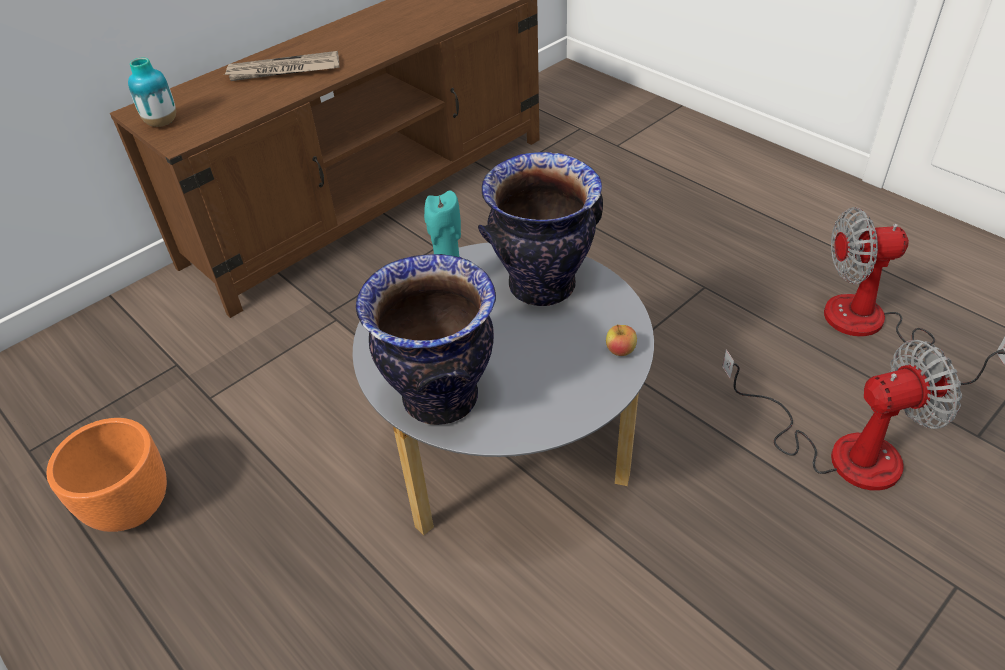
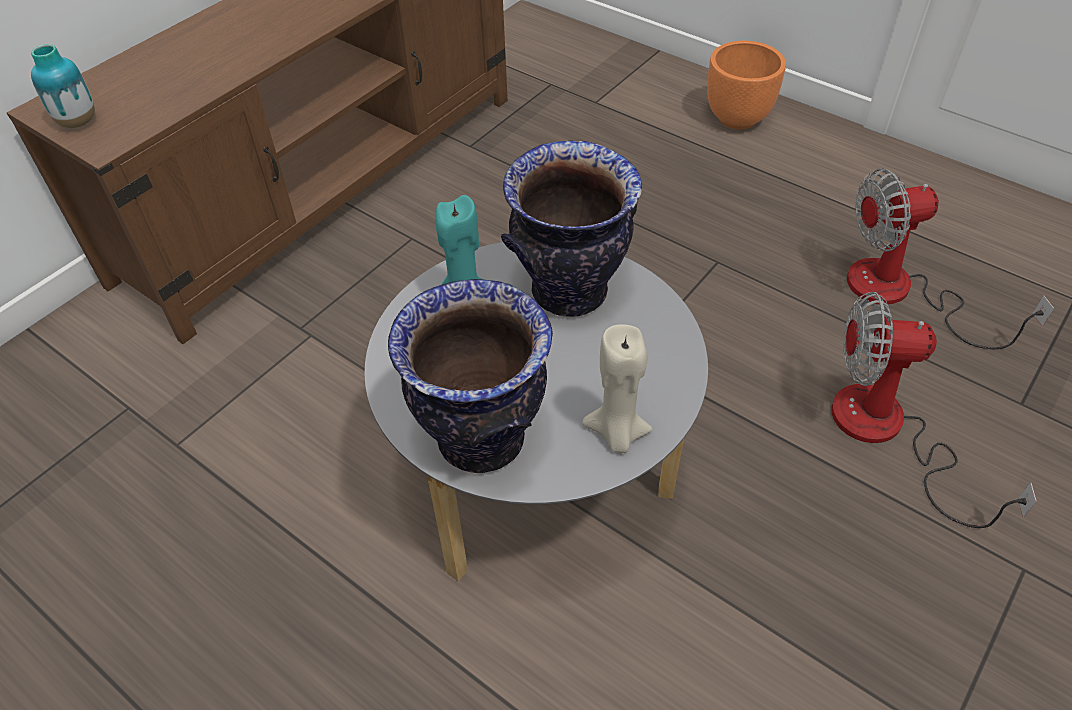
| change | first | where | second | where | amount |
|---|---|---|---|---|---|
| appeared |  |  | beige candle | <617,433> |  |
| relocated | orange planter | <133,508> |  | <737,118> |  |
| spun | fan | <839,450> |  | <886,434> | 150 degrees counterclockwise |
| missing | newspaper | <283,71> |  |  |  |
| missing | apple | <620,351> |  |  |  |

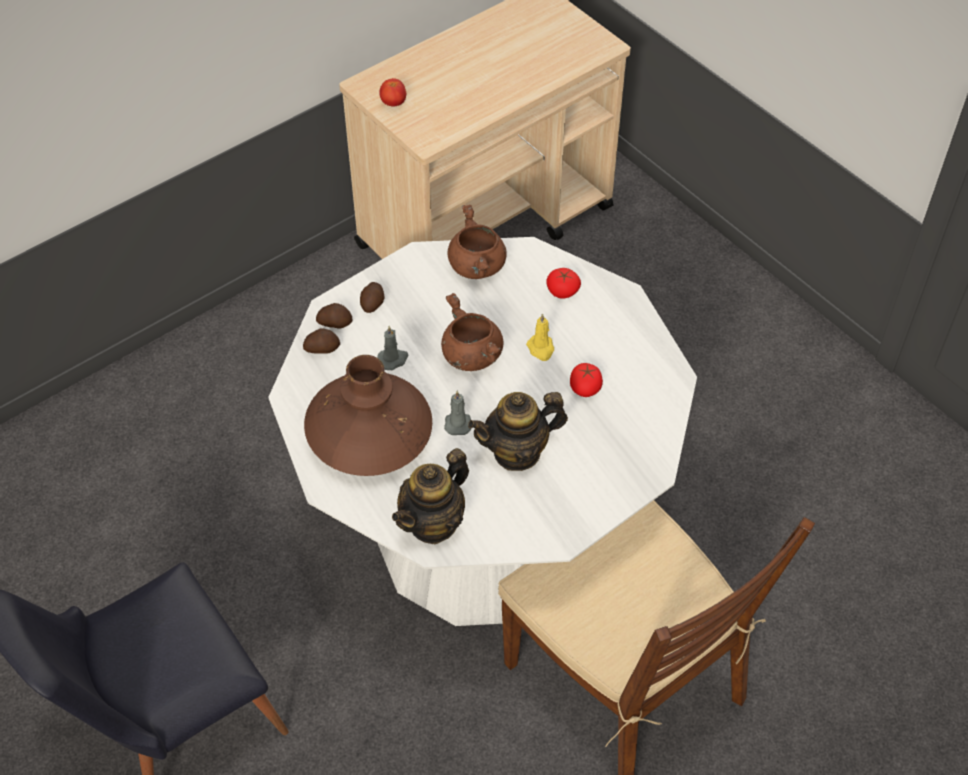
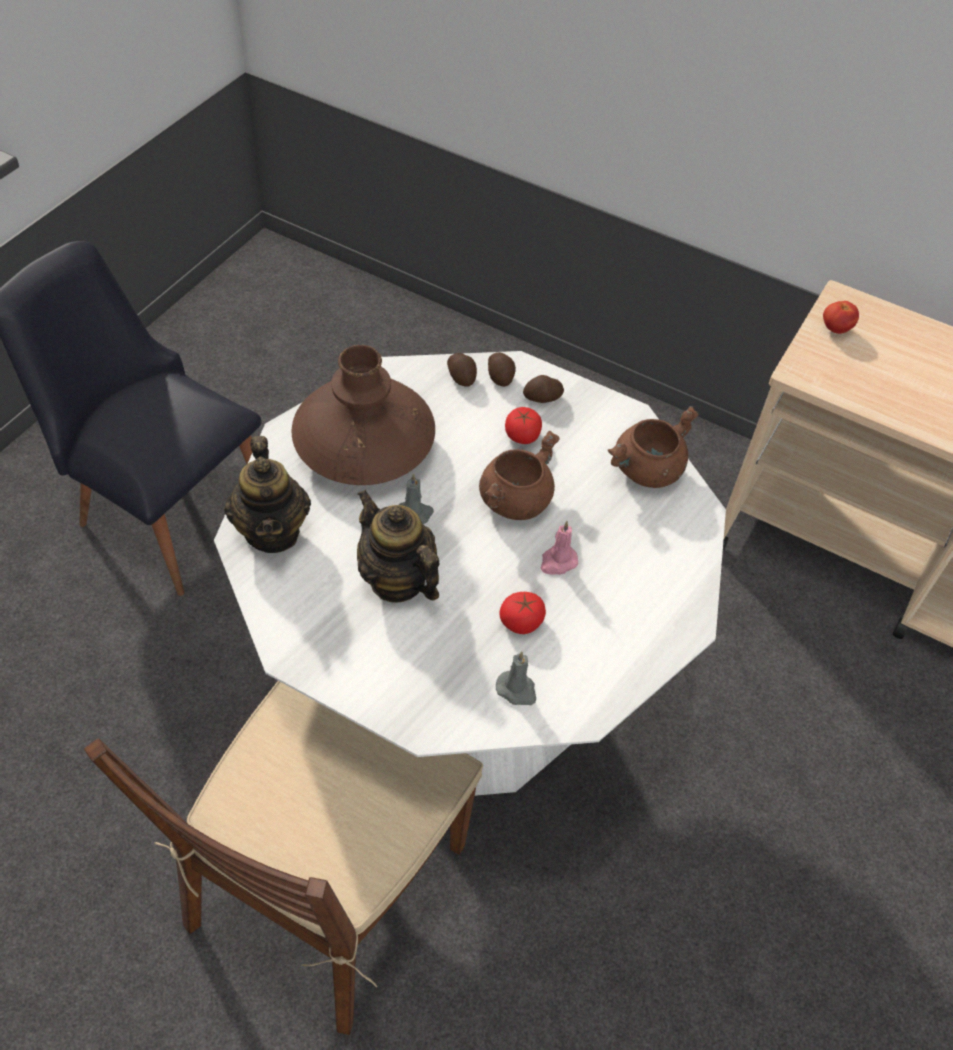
| change | first | where | second | where | amount |
|---|---|---|---|---|---|
| spun | teapot | <433,523> |  | <272,531> | 120 degrees counterclockwise |
| relocated | grey candle | <393,359> |  | <517,690> |  |
| relocated | tomato | <562,291> |  | <522,435> |  |
| colour | yellow candle | <541,349> | pink candle | <557,562> |  |

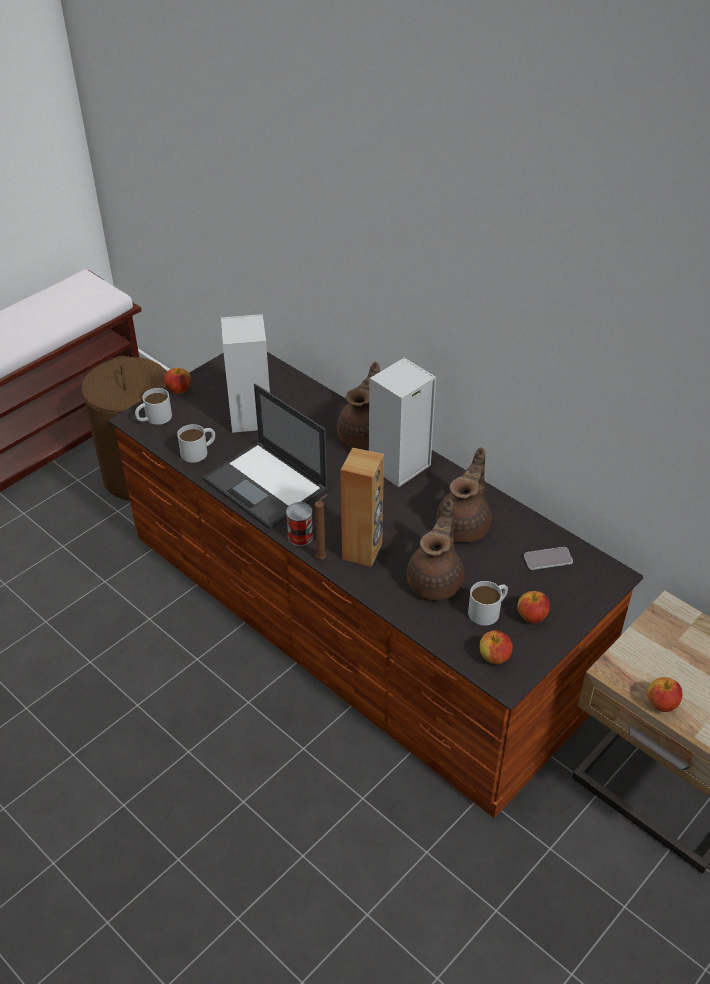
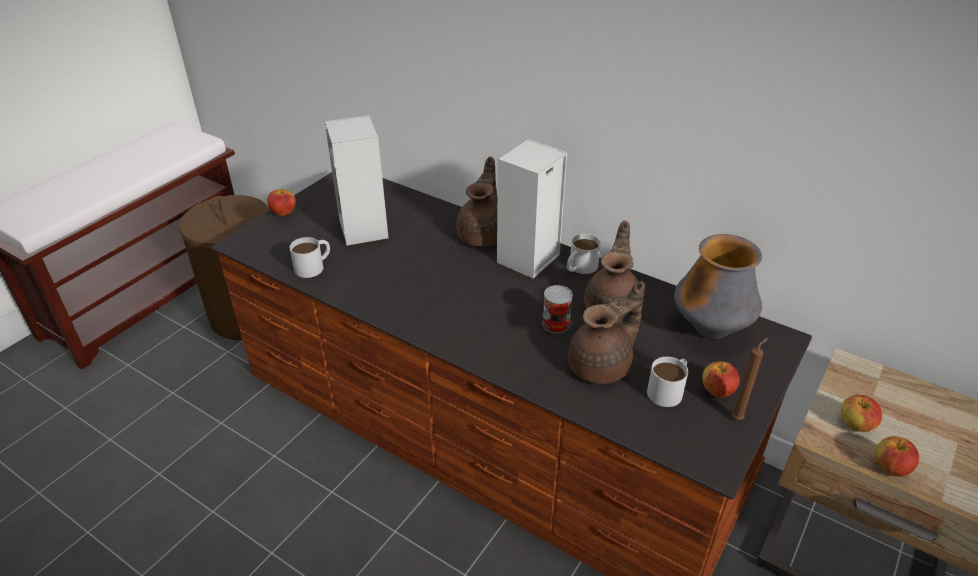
| change | first | where | second | where | amount |
|---|---|---|---|---|---|
| relocated | can | <300,536> |  | <556,324> |  |
| relocated | white mug | <154,418> |  | <579,268> |  |
| spun | brown teapot | <436,580> |  | <602,365> | 45 degrees clockwise |
| exchanged | phone | <548,559> | vase | <710,330> |  |
| relocated | brown candle | <323,558> |  | <738,417> |  |
| relocated | apple | <494,657> |  | <855,425> |  |
| missing | laptop | <267,485> |  |  |  |
| missing | brown speaker | <362,551> |  |  |  |

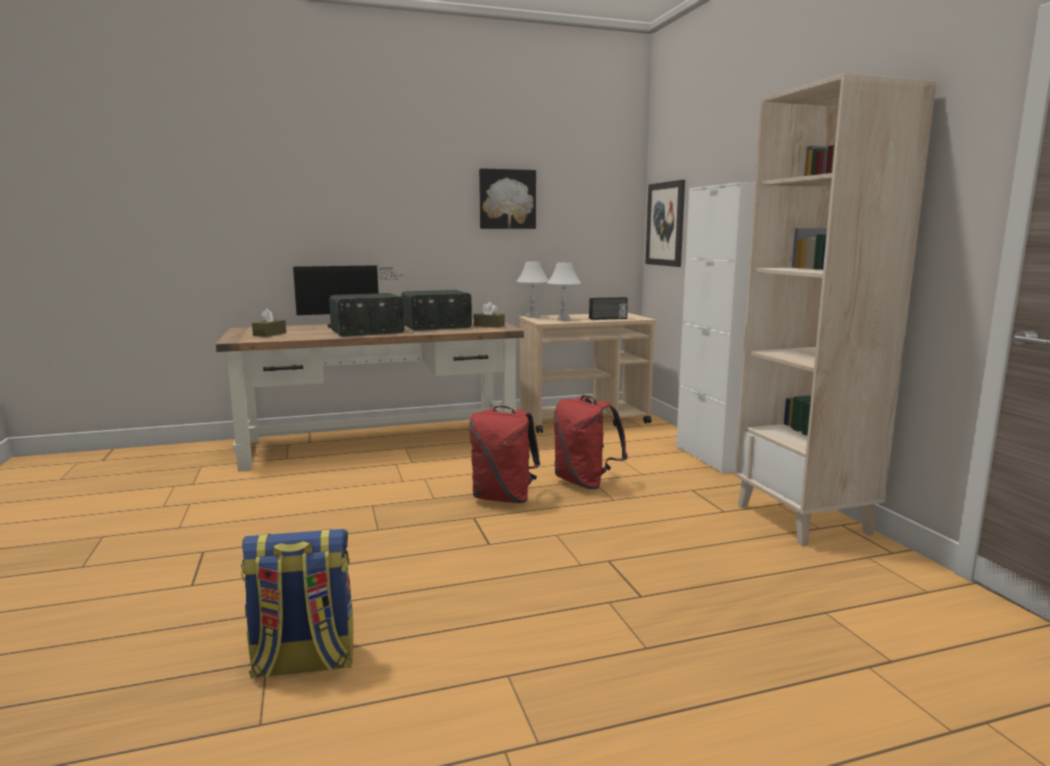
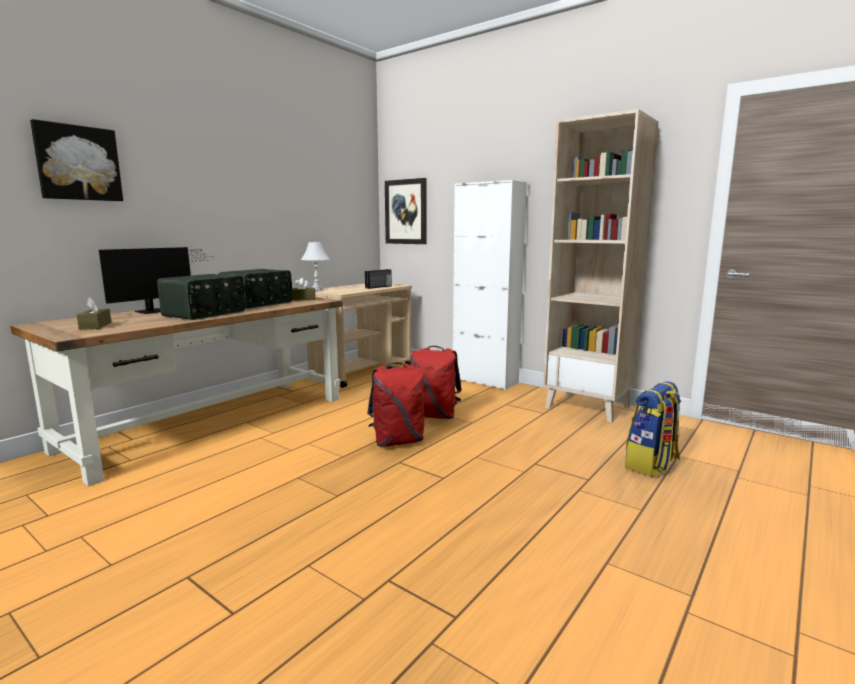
| change | first | where | second | where | amount |
|---|---|---|---|---|---|
| relocated | picture | <507,199> |  | <78,163> |  |
| relocated | backpack | <303,662> |  | <652,465> |  |
| missing | white table lamp | <563,319> |  |  |  |

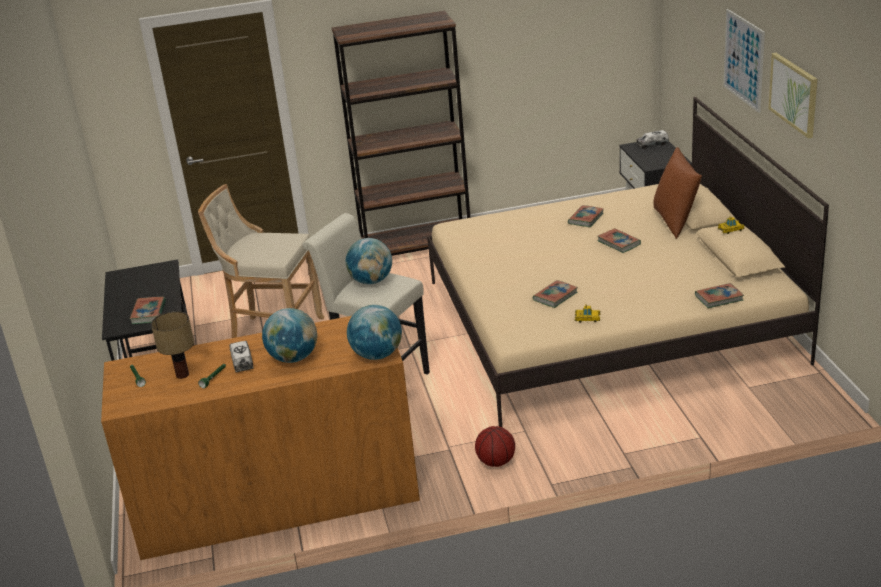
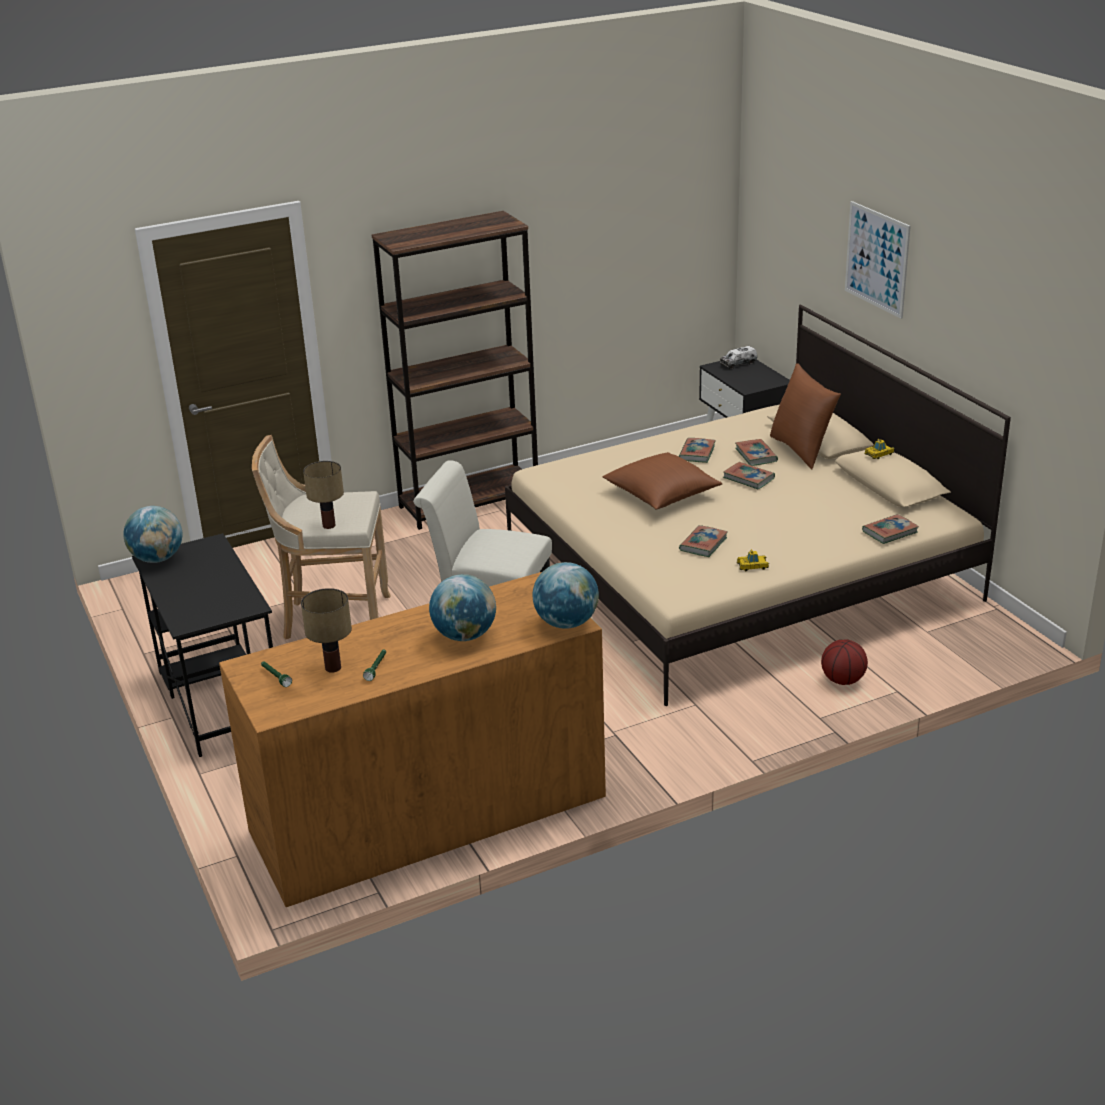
| change | first | where | second | where | amount |
|---|---|---|---|---|---|
| relocated | globe | <371,281> |  | <157,559> |  |
| appeared |  |  | table lamp | <329,525> |  |
| appeared |  |  | brown pillow | <662,494> |  |
| relocated | book | <148,313> |  | <756,455> |  |
| relocated | basketball | <496,462> |  | <843,680> |  |
| missing | toy truck | <242,361> |  |  |  |
| missing | picture | <794,94> |  |  |  |

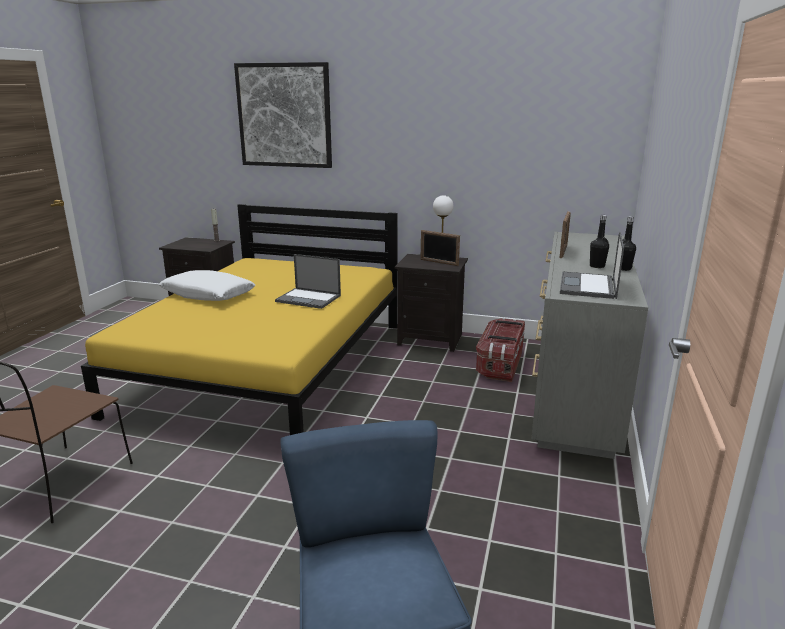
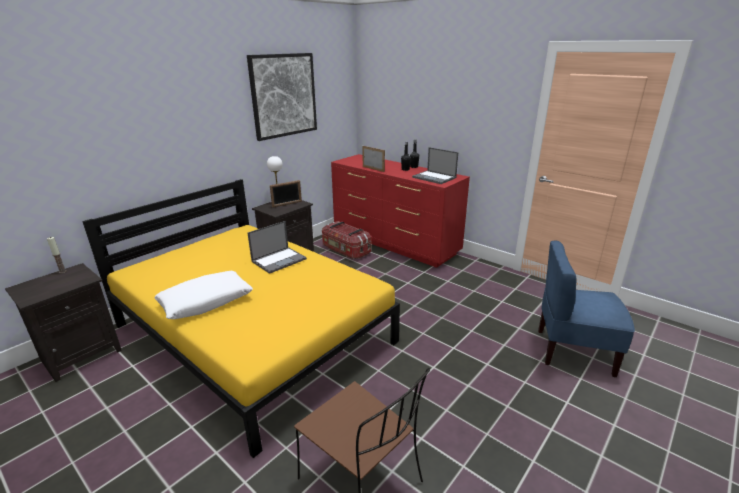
| change | first | where | second | where | amount |
|---|---|---|---|---|---|
| relocated | picture | <284,115> |  | <284,95> |  |
| colour | grey dresser | <574,393> | red dresser | <394,243> |  |

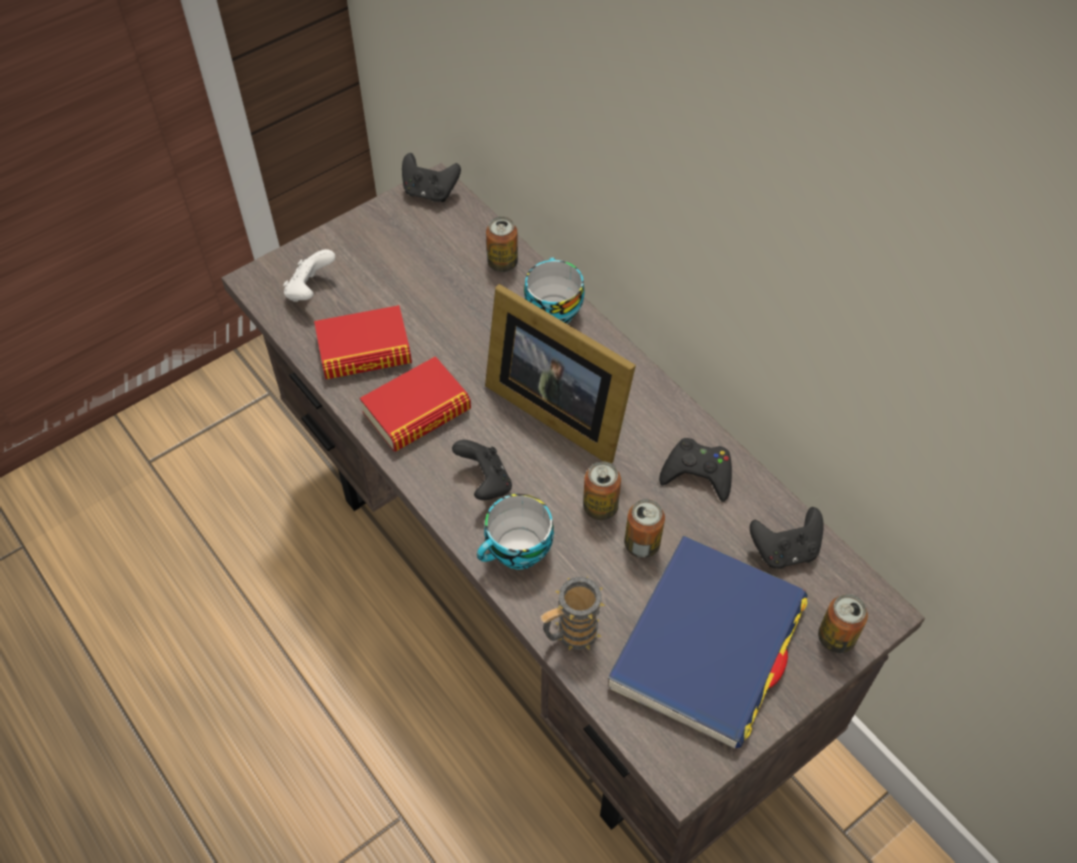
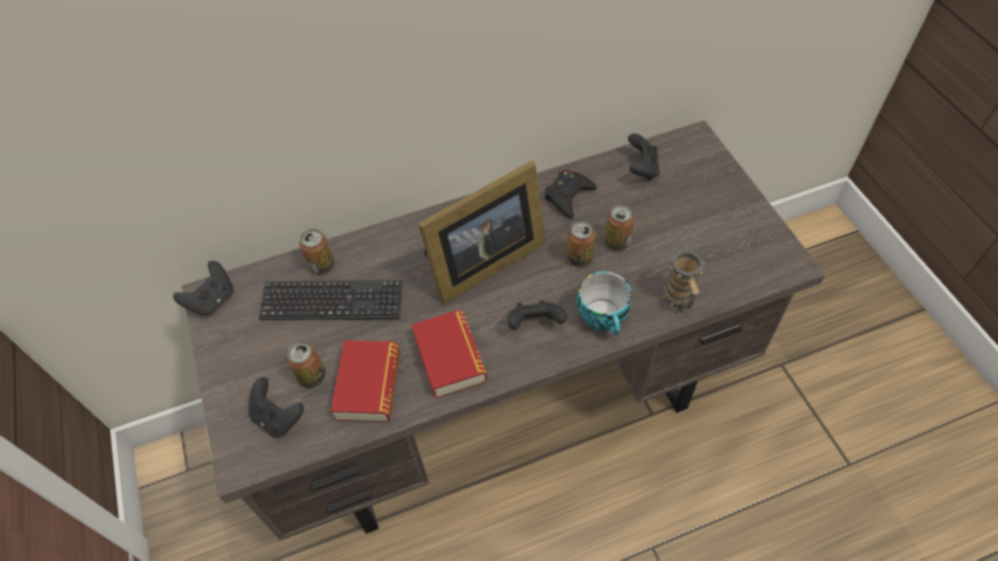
| change | first | where | second | where | amount |
|---|---|---|---|---|---|
| colour | white game controller | <310,290> | black game controller | <278,417> |  |
| appeared |  |  | keyboard | <332,302> |  |
| relocated | can | <836,637> |  | <312,376> |  |
| missing | cup | <551,309> |  |  |  |
| missing | blue book | <708,644> |  |  |  |

